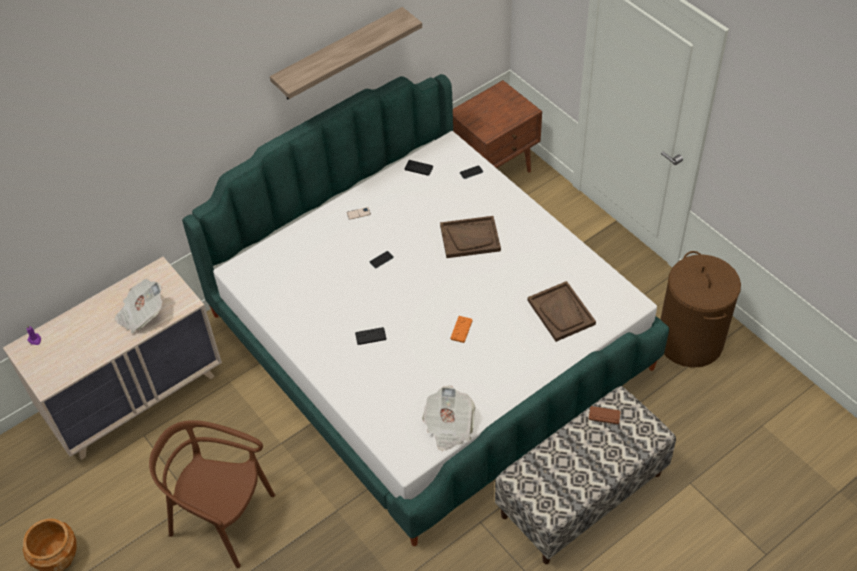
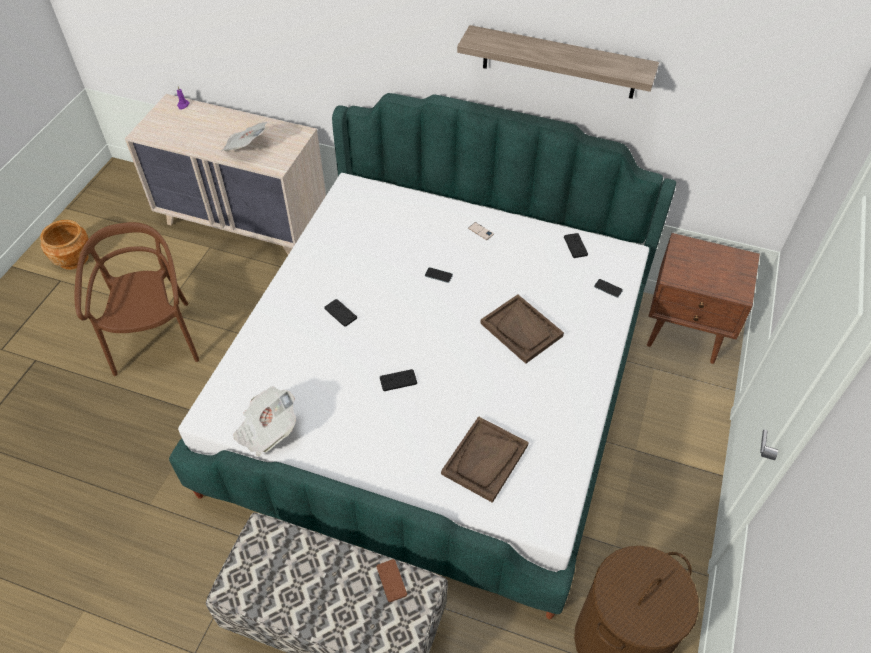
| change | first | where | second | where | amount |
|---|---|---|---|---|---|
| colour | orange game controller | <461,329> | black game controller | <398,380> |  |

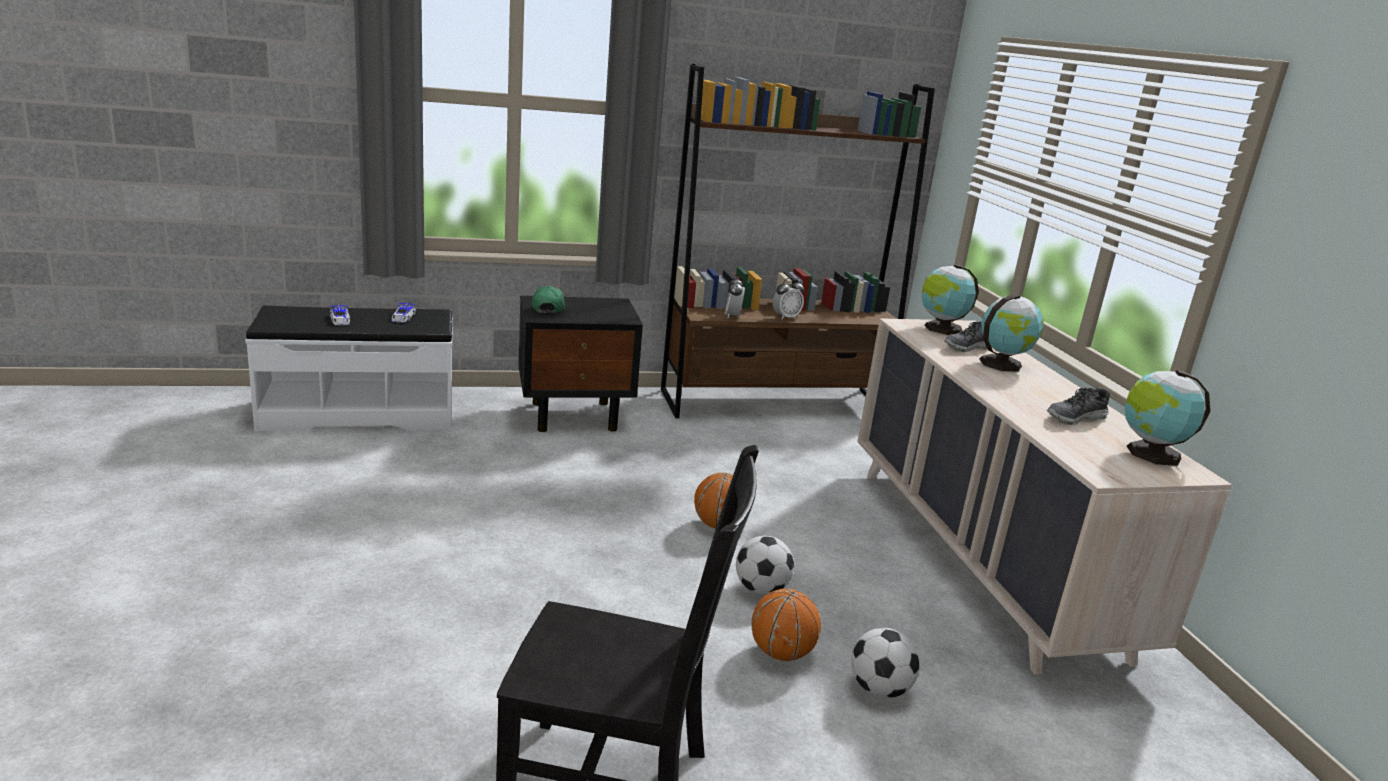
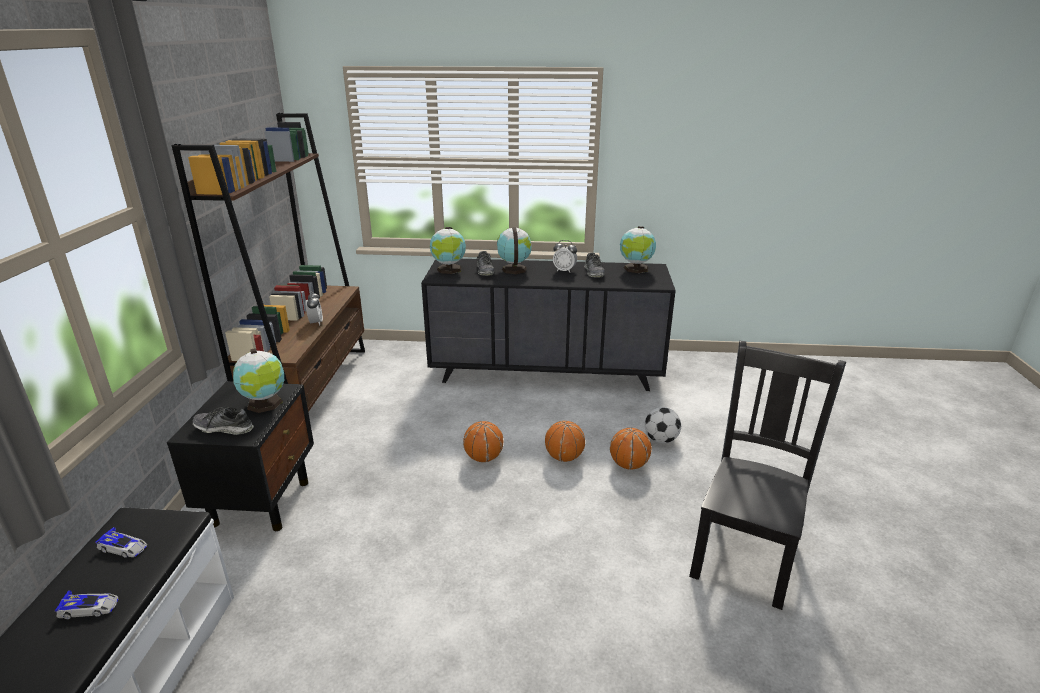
| change | first | where | second | where | amount |
|---|---|---|---|---|---|
| exchanged | green cap | <548,308> | shoe | <224,428> |  |
| appeared |  |  | globe | <265,404> |  |
| colour | beige dresser | <981,557> | black dresser | <546,372> |  |
| exchanged | football | <761,589> | basketball | <564,457> |  |
| relocated | alarm clock | <733,316> |  | <564,270> |  |

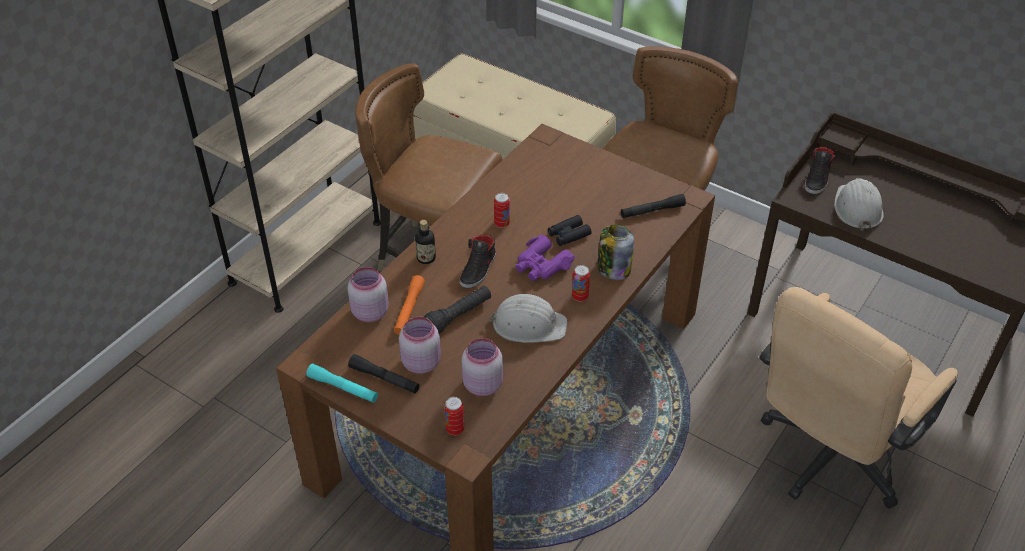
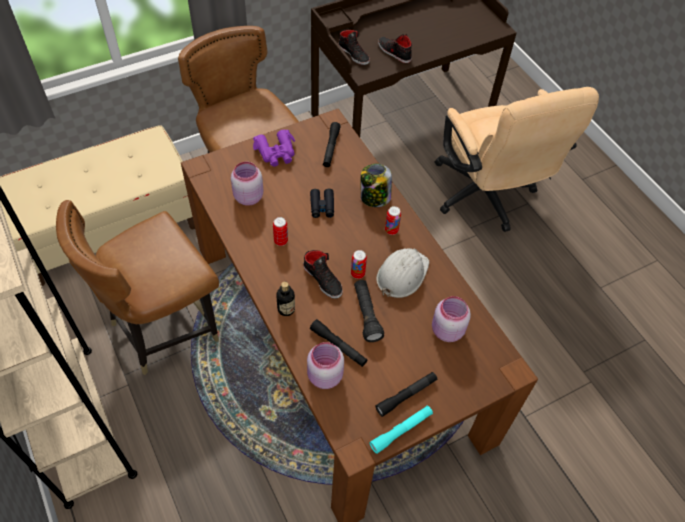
| change | first | where | second | where | amount |
|---|---|---|---|---|---|
| relocated | pink jar | <421,362> |  | <247,197> |  |
| relocated | purple binoculars | <541,265> |  | <276,153> |  |
| colour | orange flashlight | <409,309> | black flashlight | <338,346> |  |
| relocated | can | <455,429> |  | <357,274> |  |
| exchanged | white hard hat | <857,208> | black shoe | <394,52> |  |

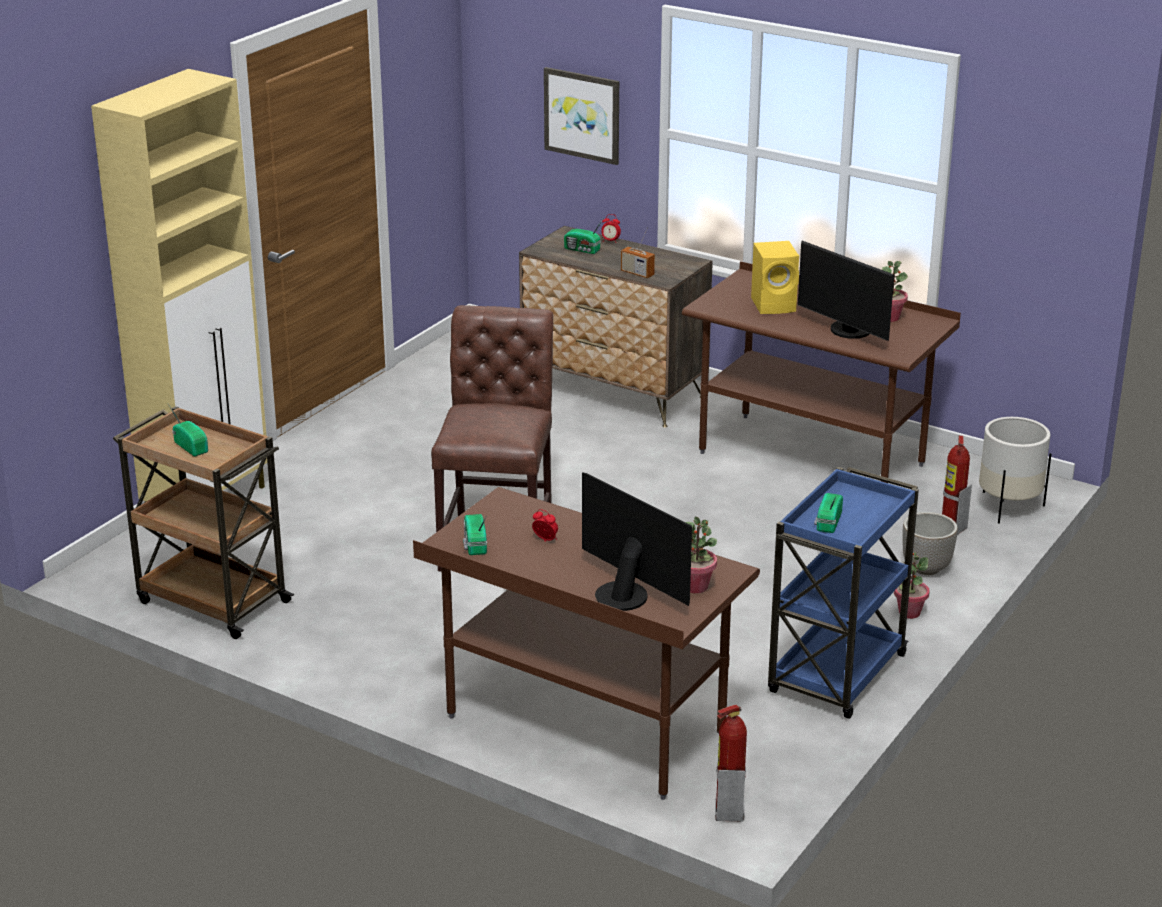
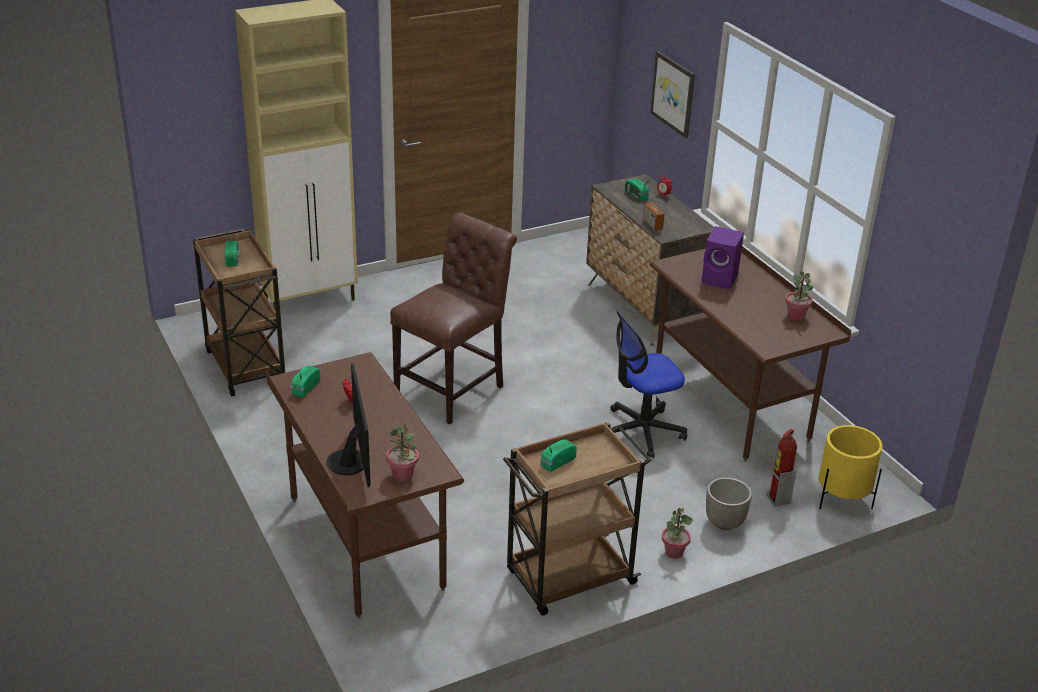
| change | first | where | second | where | amount |
|---|---|---|---|---|---|
| colour | blue cart | <836,676> | brown cart | <569,579> |  |
| appeared |  |  | office chair | <642,431> |  |
| colour | yellow speaker | <775,305> | purple speaker | <721,279> |  |
| colour | white planter | <1008,507> | yellow planter | <842,498> |  |
| missing | fire extinguisher | <728,812> |  |  |  |
| missing | monitor | <847,331> |  |  |  |

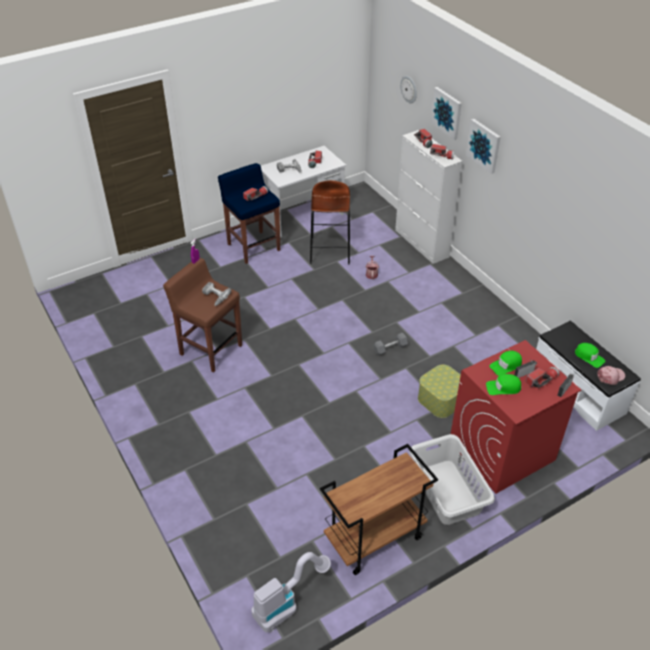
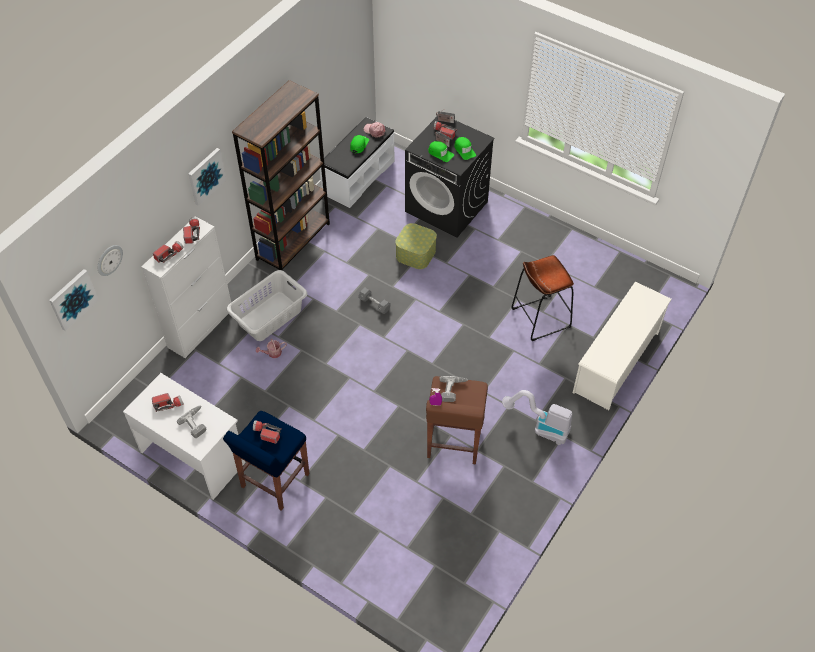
| change | first | where | second | where | amount |
|---|---|---|---|---|---|
| relocated | picture | <447,112> |  | <73,299> |  |
| relocated | grey laundry basket | <447,491> |  | <269,316> |  |
| appeared |  |  | brown bookcase | <293,241> |  |
| colour | red washing machine | <501,451> | black washing machine | <447,207> |  |
| relocated | vacuum cleaner | <287,603> |  | <540,427> |  |
| relocated | brown stool | <330,252> |  | <540,318> |  |
| appeared |  |  | white shoe rack | <616,362> |  |
| missing | brown cart | <374,539> |  |  |  |

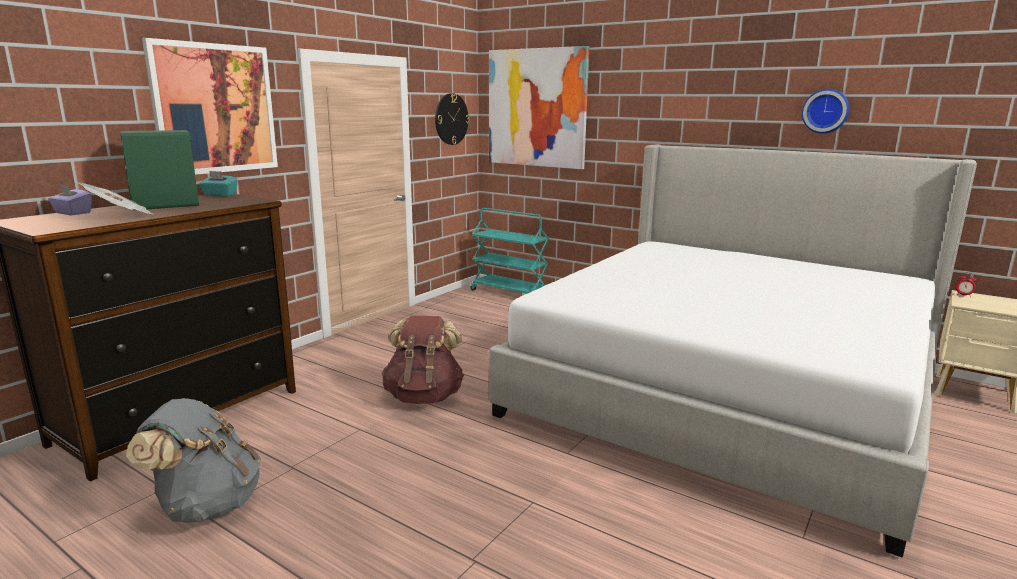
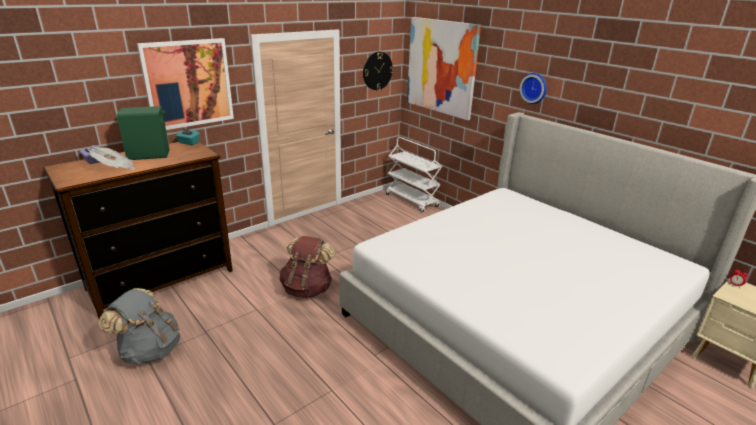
| change | first | where | second | where | amount |
|---|---|---|---|---|---|
| colour | turquoise cart | <509,292> | white cart | <412,200> |  |
| relocated | wall clock | <825,111> |  | <534,88> |  |

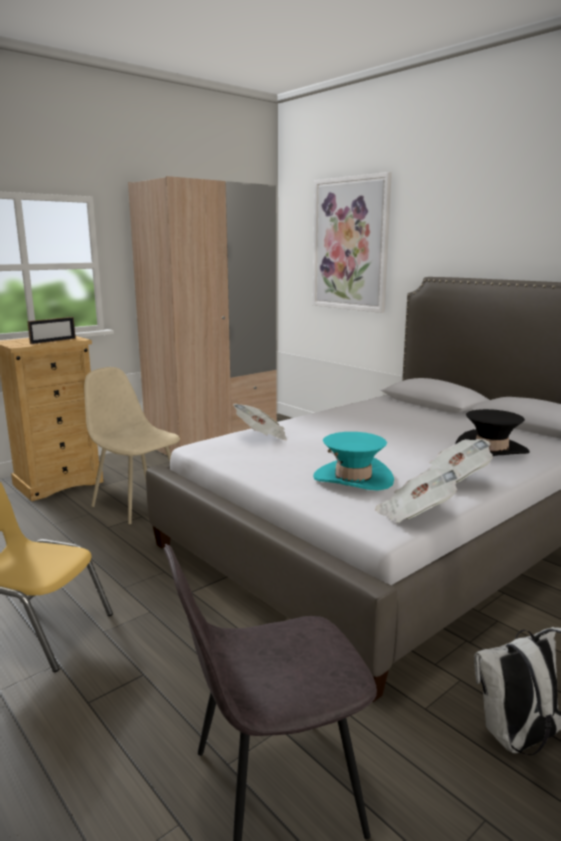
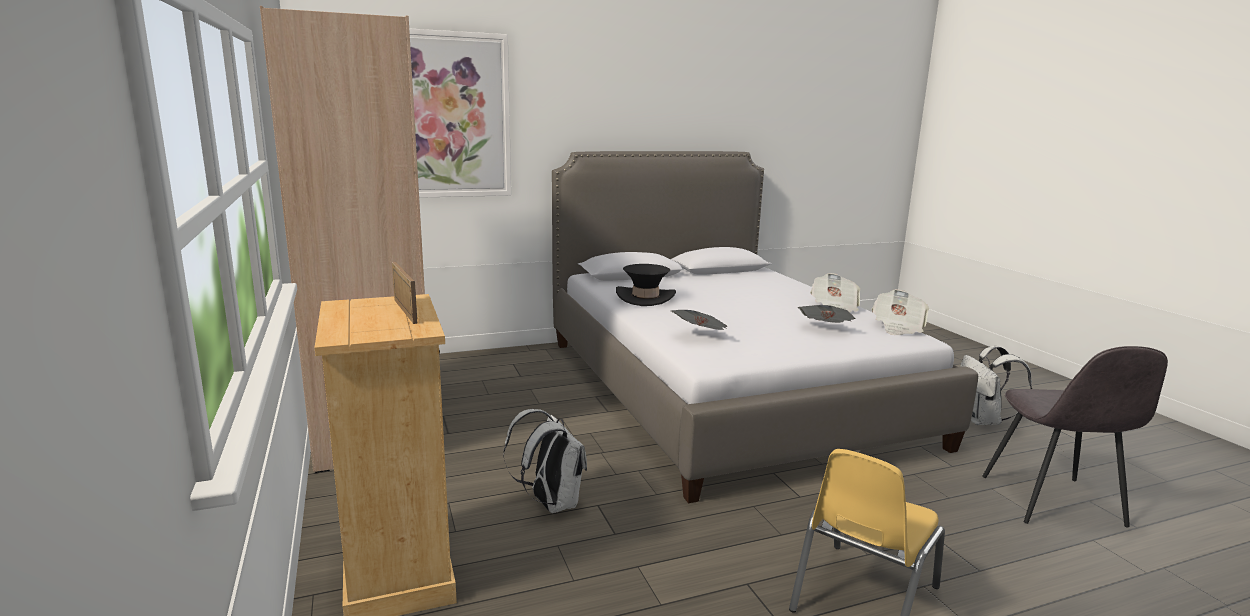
| change | first | where | second | where | amount |
|---|---|---|---|---|---|
| exchanged | beige chair | <138,502> | white backpack | <550,503> |  |
| relocated | black hat | <491,449> |  | <645,297> |  |
| exchanged | turquoise hat | <353,478> | newspaper | <825,329> |  |

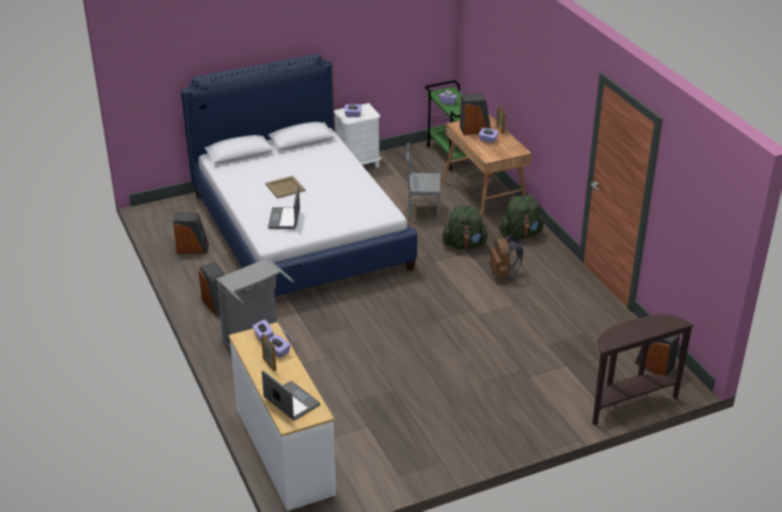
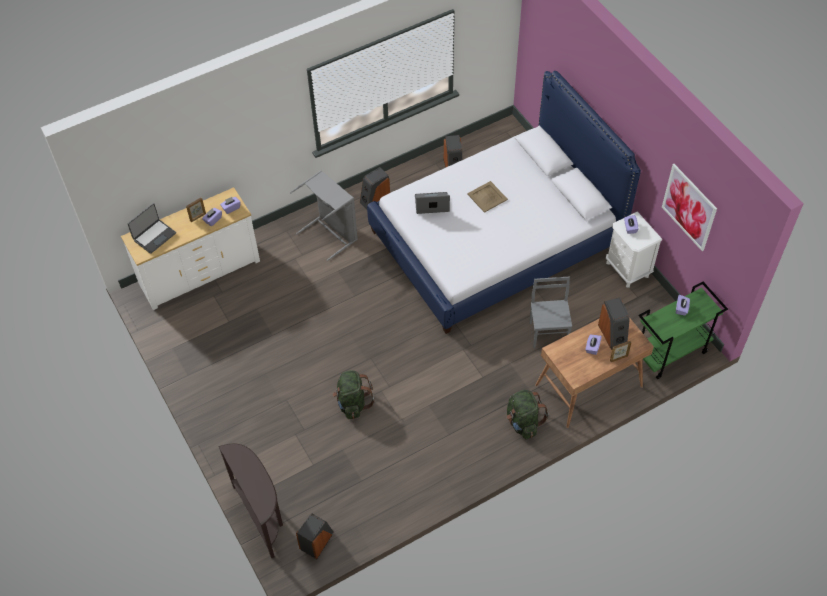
| change | first | where | second | where | amount |
|---|---|---|---|---|---|
| relocated | green backpack | <464,245> |  | <352,403> |  |
| appeared |  |  | picture | <689,207> |  |
| missing | brown backpack | <503,274> |  |  |  |

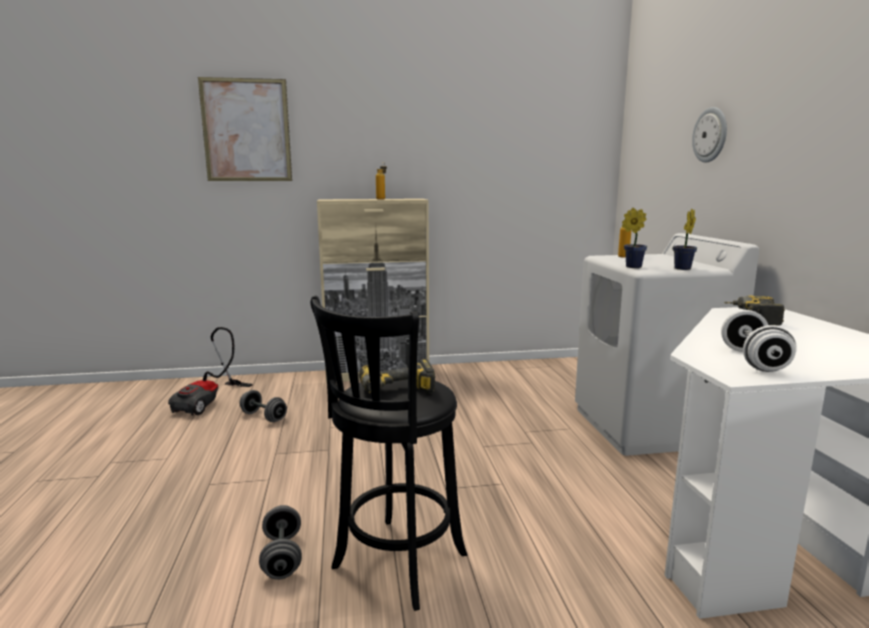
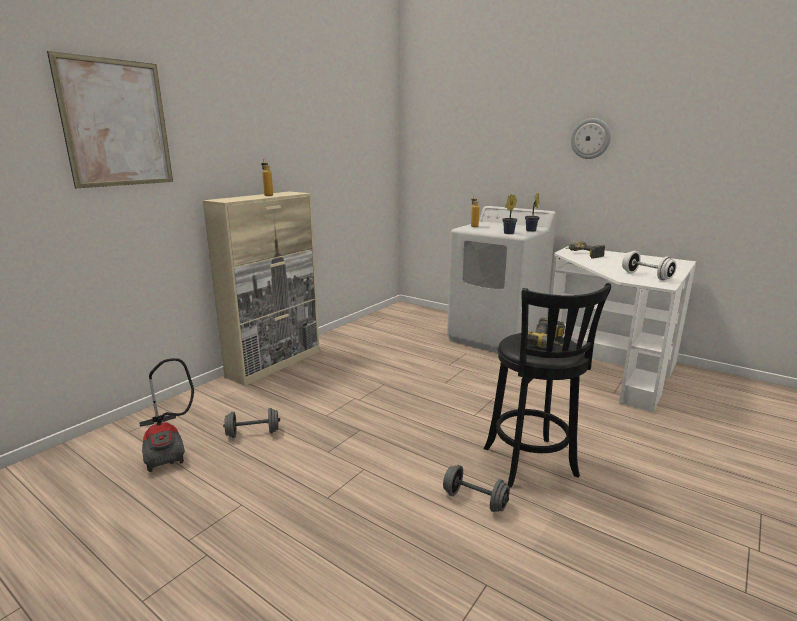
| change | first | where | second | where | amount |
|---|---|---|---|---|---|
| relocated | wall clock | <710,135> |  | <590,138> |  |

